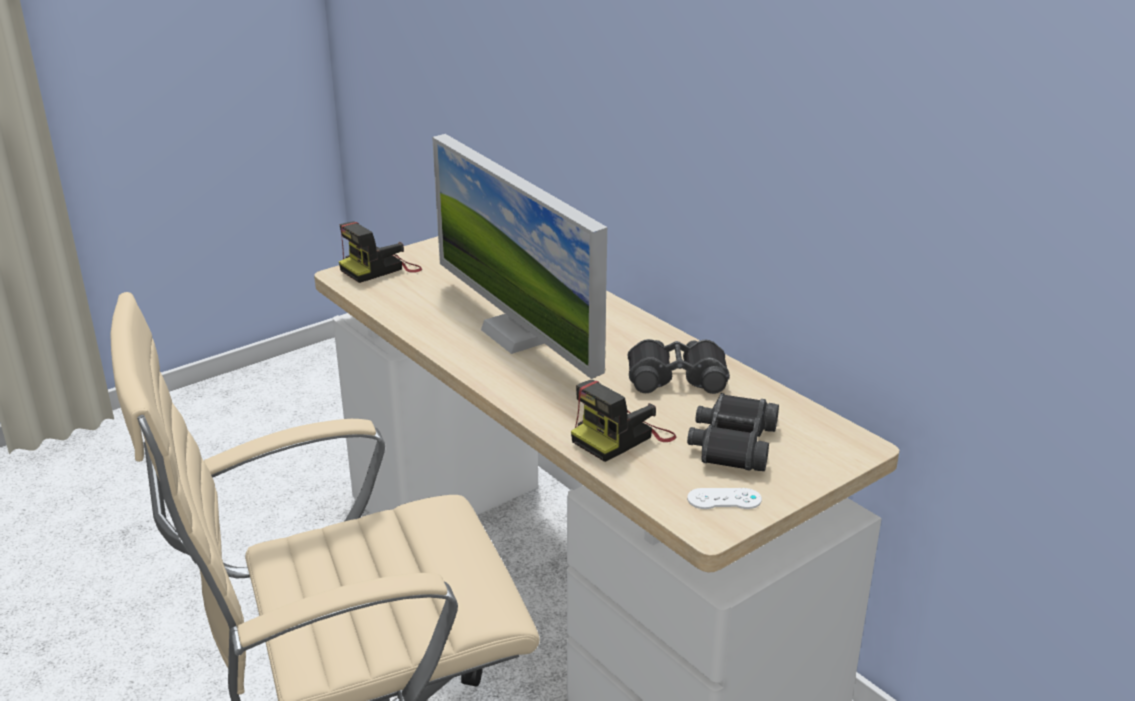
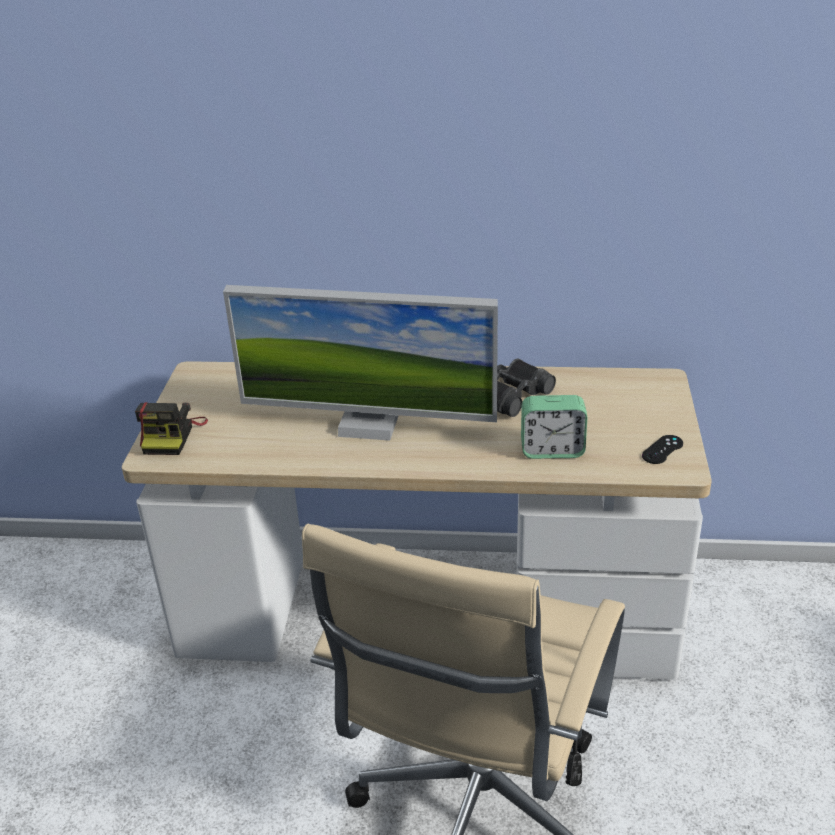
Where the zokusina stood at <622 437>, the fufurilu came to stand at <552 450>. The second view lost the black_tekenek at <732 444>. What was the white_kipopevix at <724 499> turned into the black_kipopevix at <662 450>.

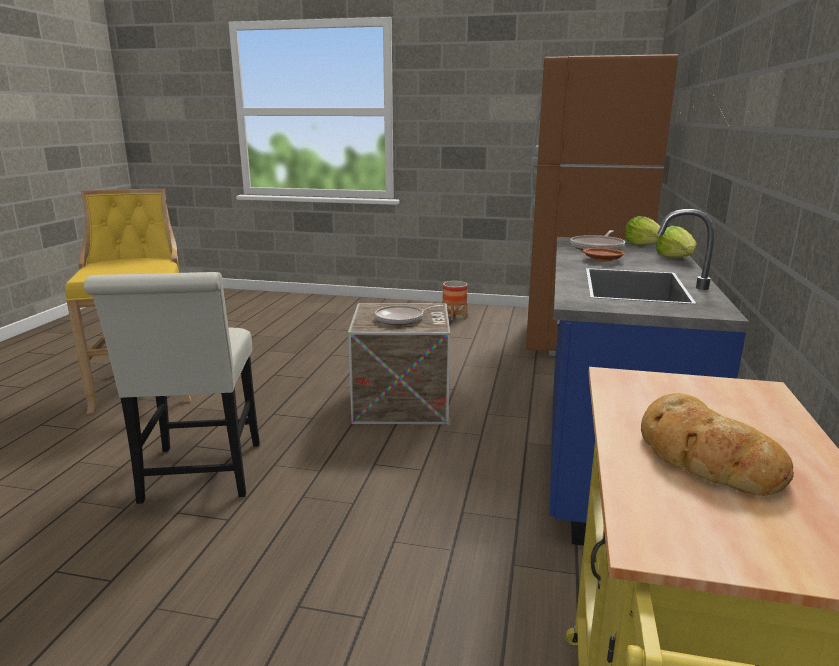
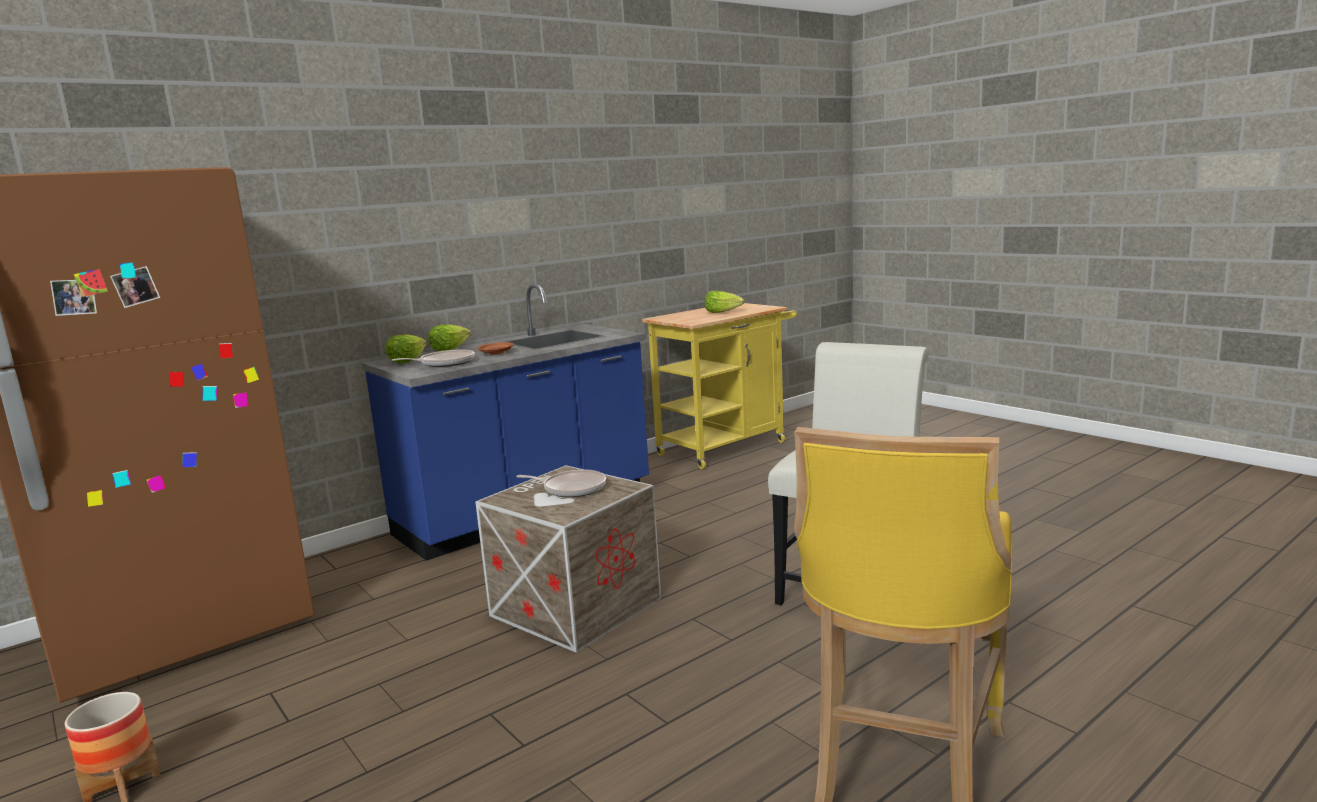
Where the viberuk stood at <703 455>, the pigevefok came to stand at <723 312>.

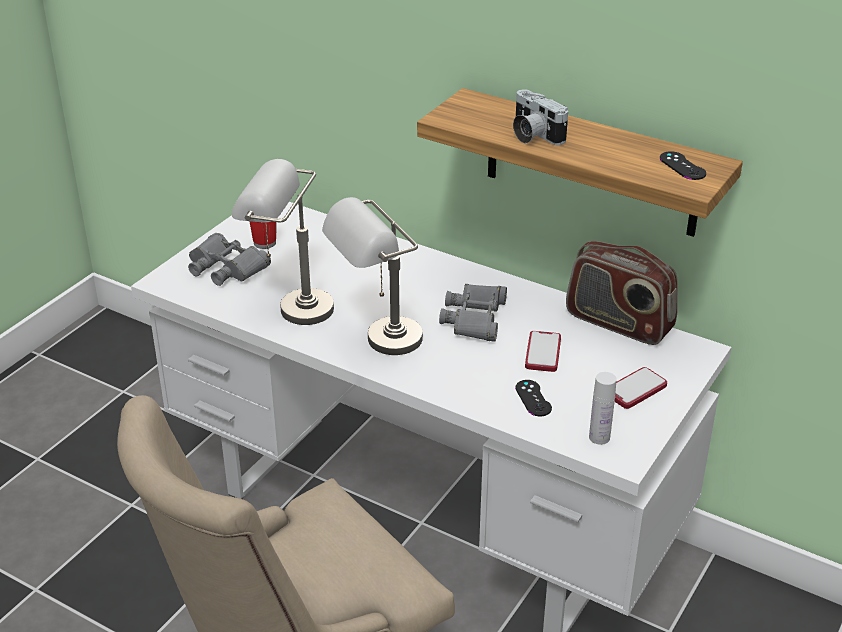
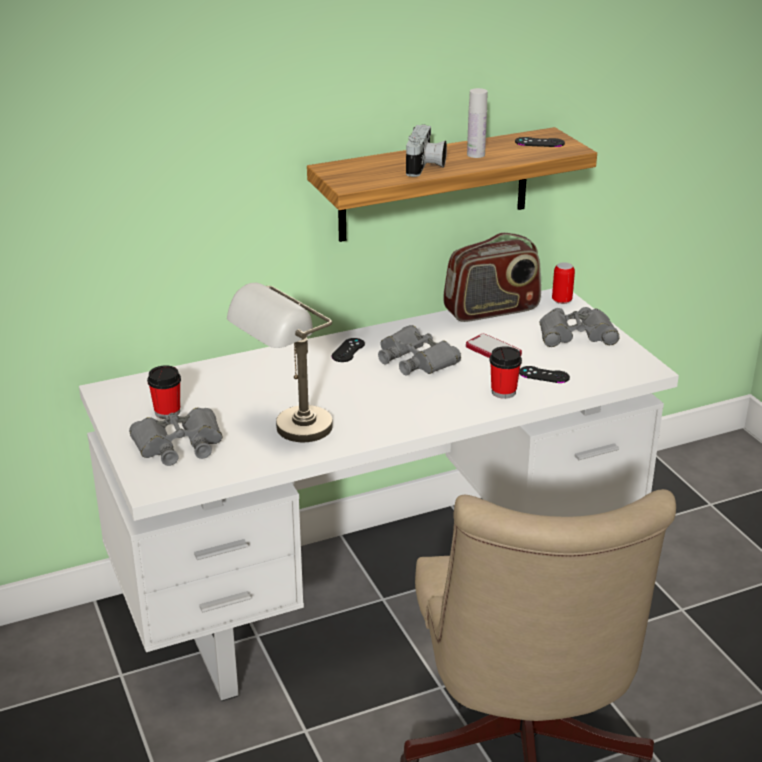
The zokusina at <533 135> ended up facing another way, 75 degrees counterclockwise from before. The second view lost the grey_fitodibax at <378 345>. Where the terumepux stood at <635 389>, the grey_tekenek came to stand at <576 335>. The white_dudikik ended up elsewhere, having gone from <599 437> to <476 154>. The second view gained the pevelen at <561 301>. The second view gained the black_kipopevix at <348 350>. The second view gained the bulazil at <503 392>.

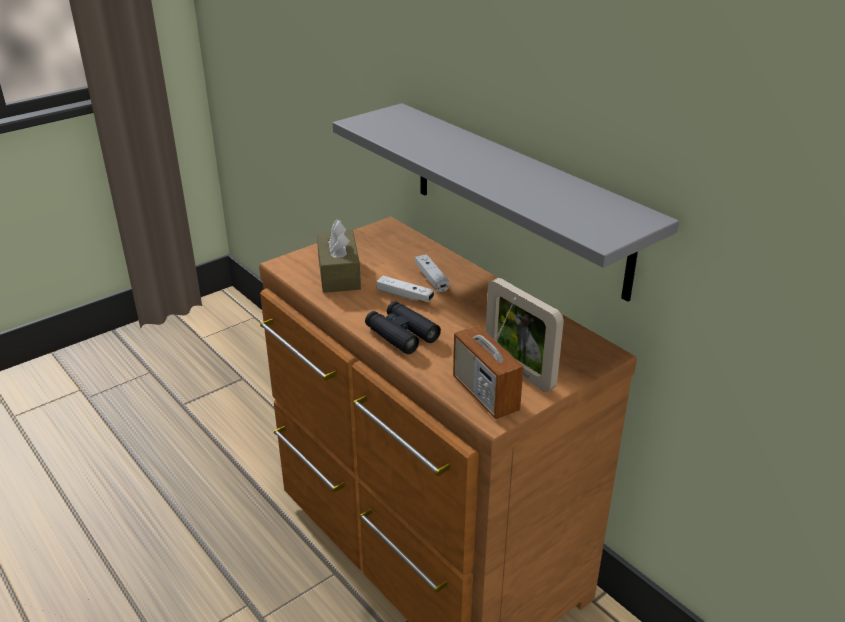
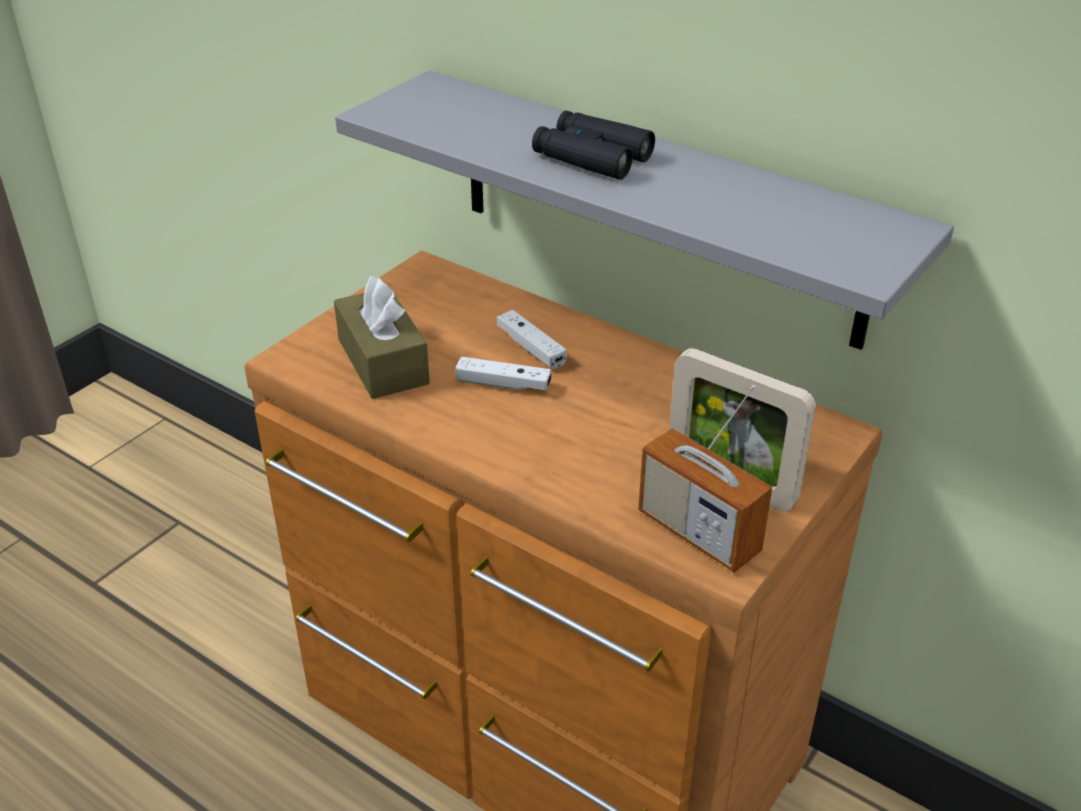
The black_tekenek ended up elsewhere, having gone from <401 334> to <592 157>.

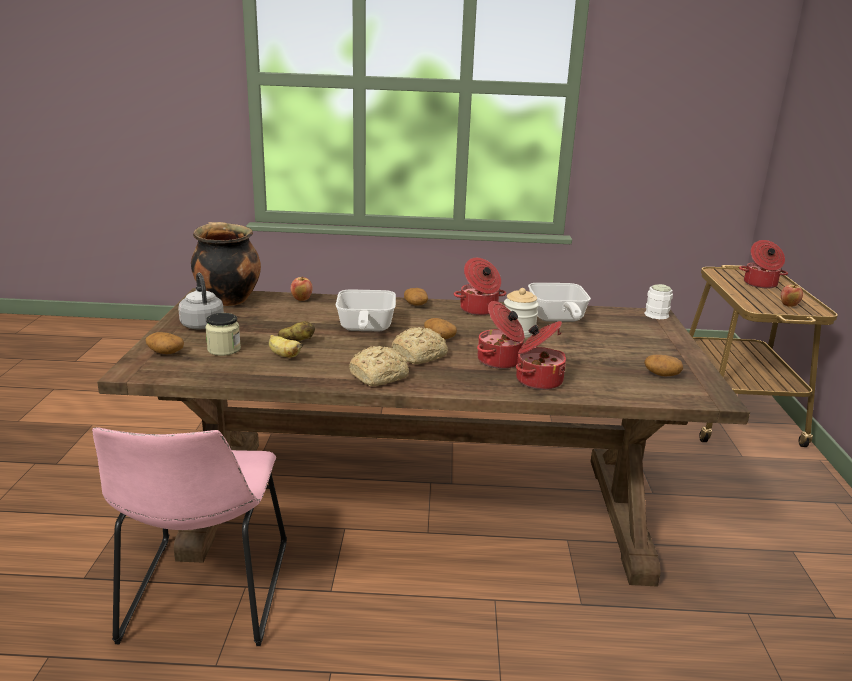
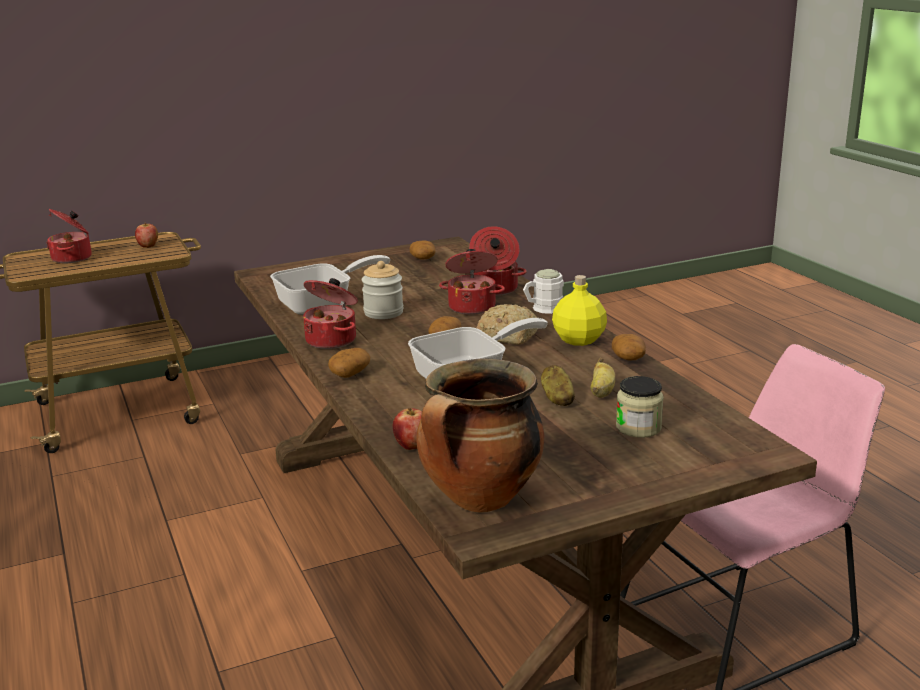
The second view lost the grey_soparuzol at <202 324>. The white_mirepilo ended up elsewhere, having gone from <655 313> to <542 309>. The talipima ended up elsewhere, having gone from <165 352> to <628 358>. Where the viberuk stood at <380 376>, the yellow_dudikik came to stand at <578 339>.

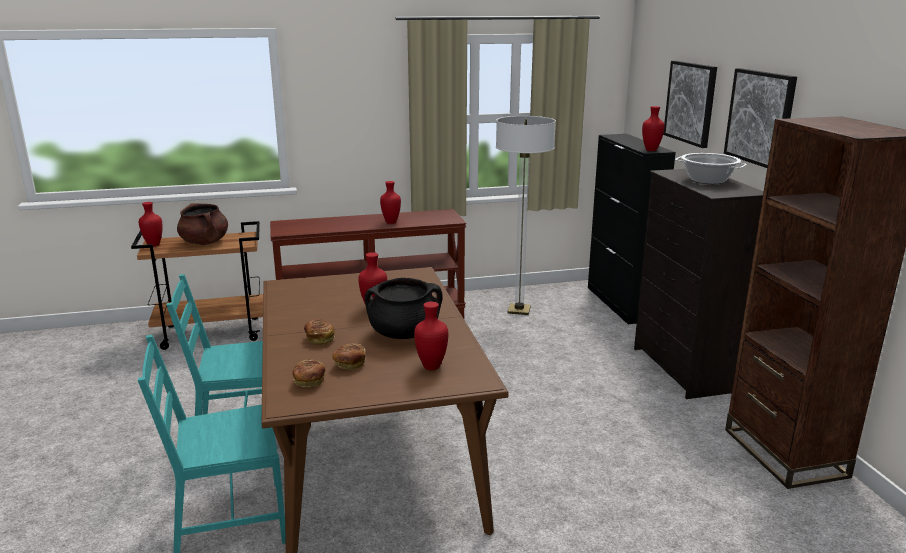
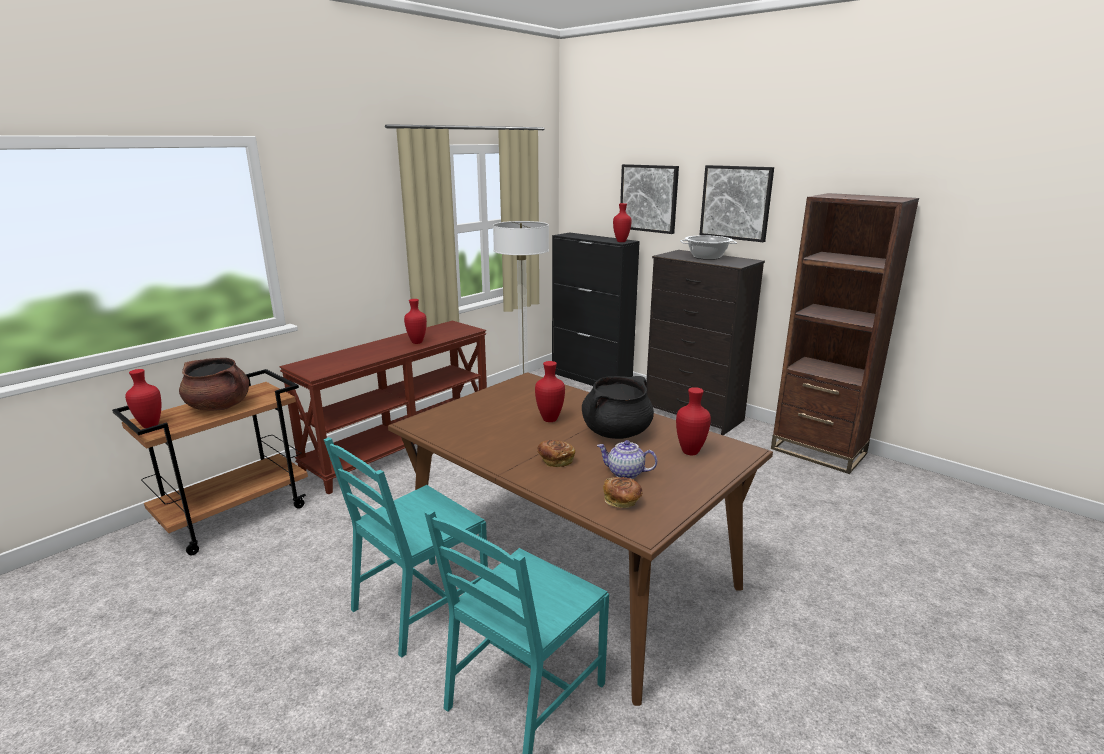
Where the viberuk stood at <349 364>, the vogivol came to stand at <625 473>.

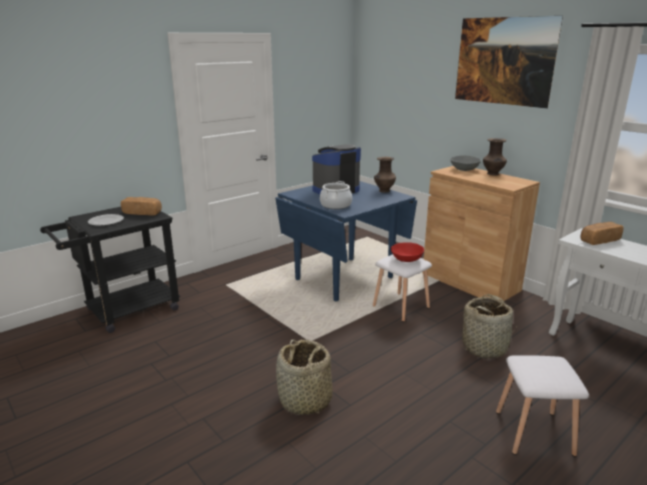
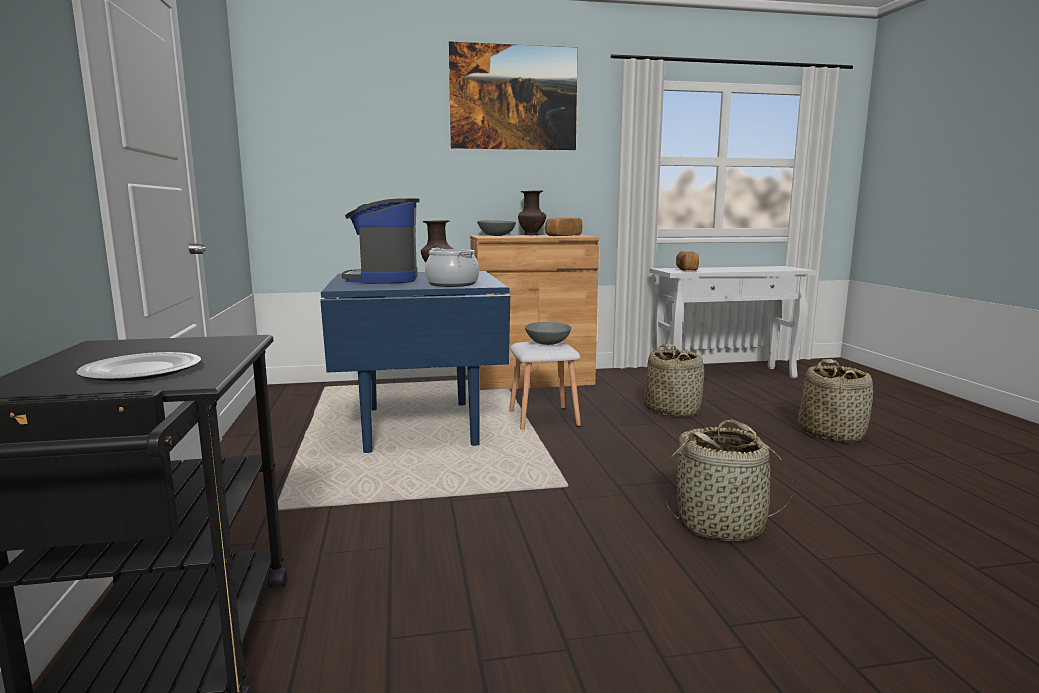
The viberuk ended up elsewhere, having gone from <142 213> to <562 236>. What was the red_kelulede at <406 259> turned into the grey_kelulede at <547 343>. Where the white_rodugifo stood at <535 433>, the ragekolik came to stand at <831 433>.

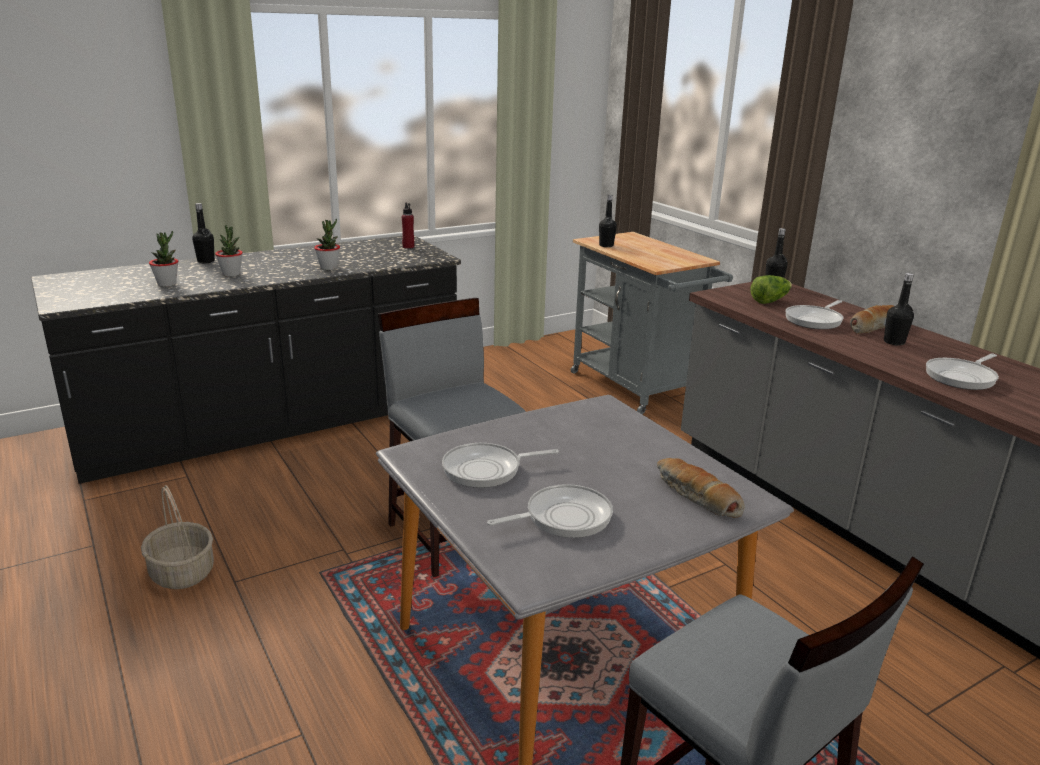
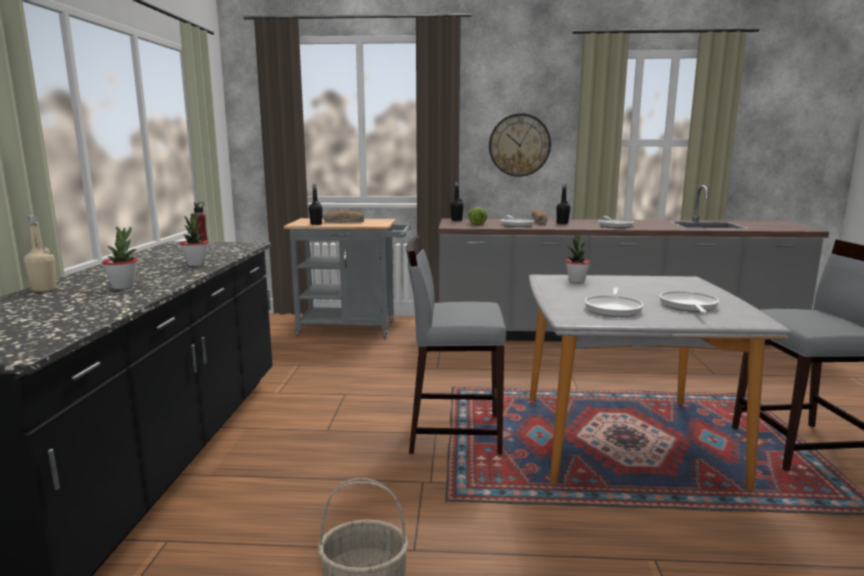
What was the black_dudikik at <206 261> turned into the beige_dudikik at <44 289>. The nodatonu ended up elsewhere, having gone from <167 284> to <576 281>. The viberuk ended up elsewhere, having gone from <696 497> to <343 222>. The second view gained the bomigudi at <519 145>.

